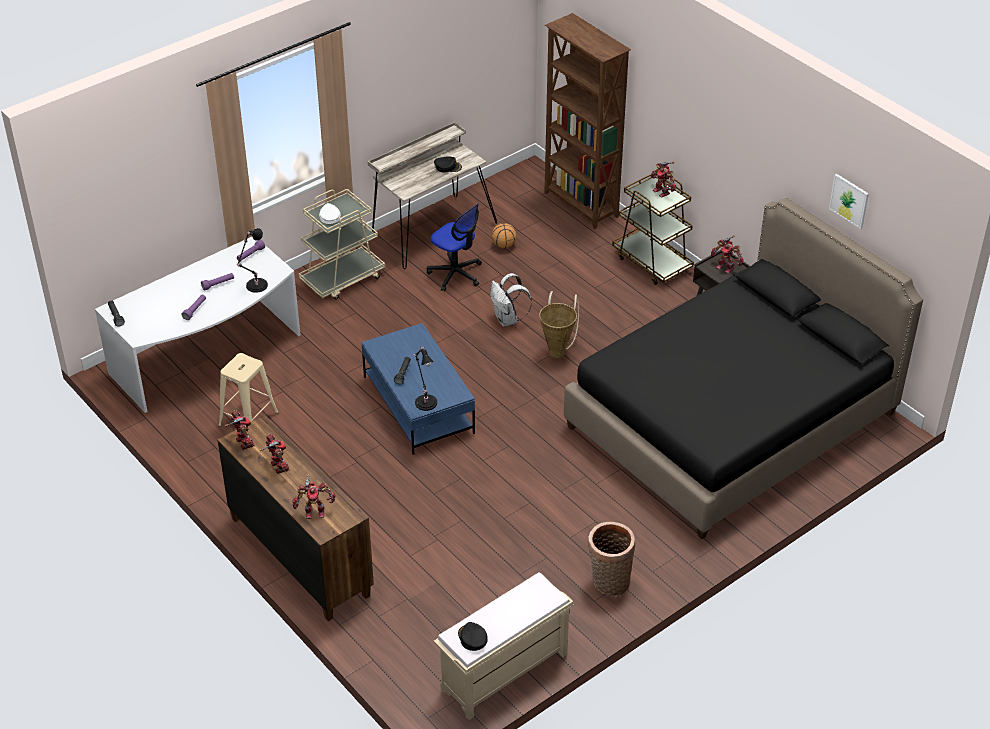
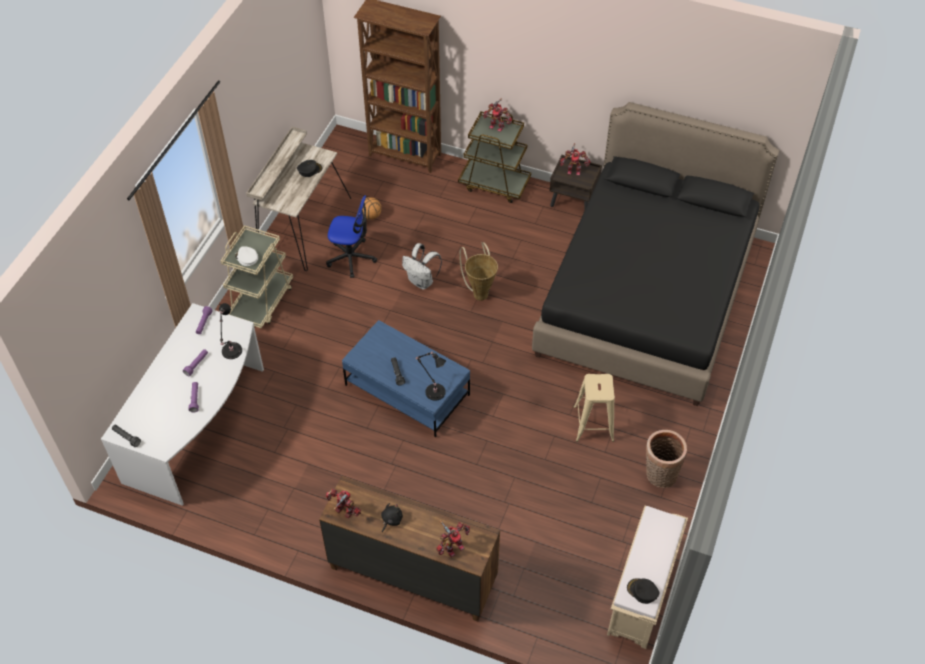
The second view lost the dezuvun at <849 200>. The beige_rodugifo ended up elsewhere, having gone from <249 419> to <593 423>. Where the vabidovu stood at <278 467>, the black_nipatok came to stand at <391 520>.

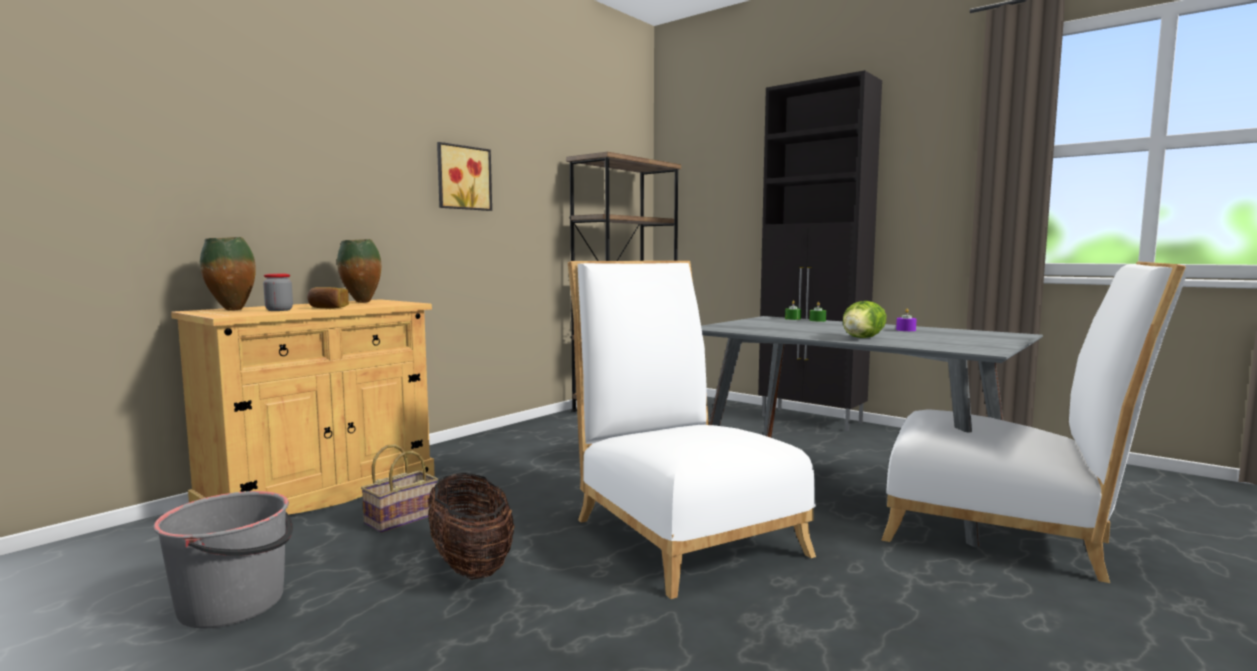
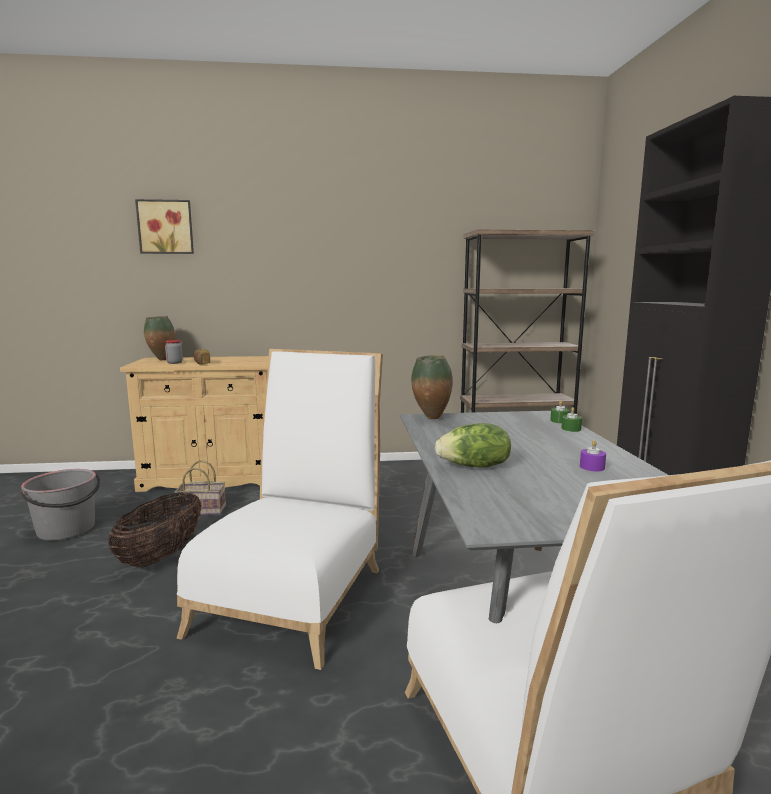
The dezuvun ended up elsewhere, having gone from <462 178> to <166 227>. The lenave ended up elsewhere, having gone from <361 302> to <431 418>.

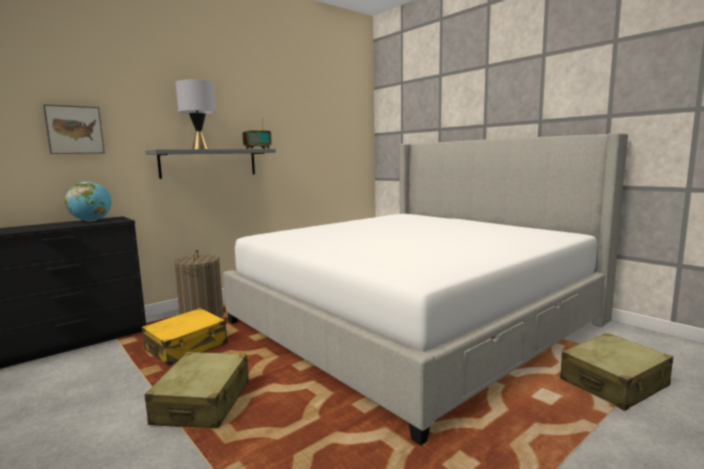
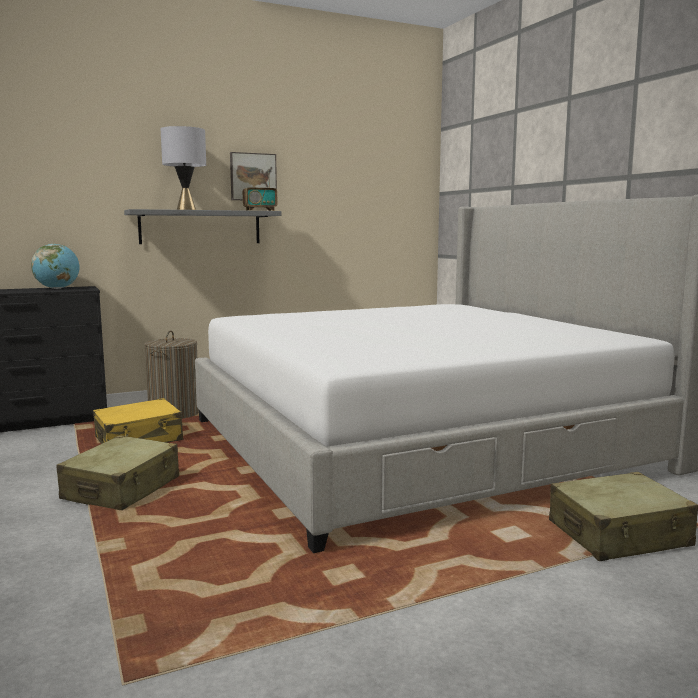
The dezuvun ended up elsewhere, having gone from <74 130> to <252 177>.

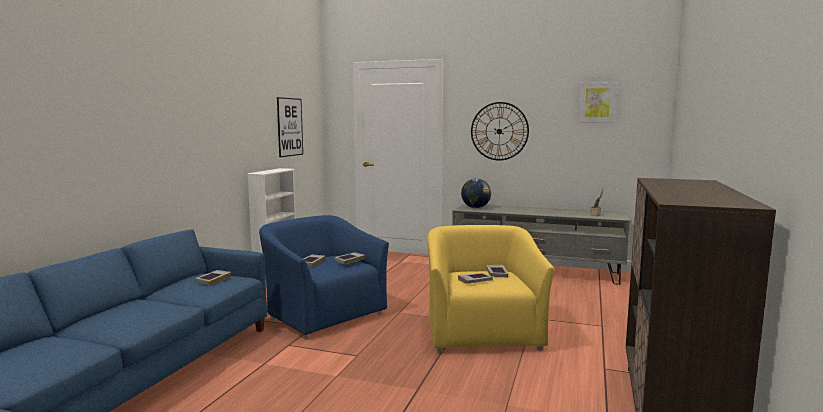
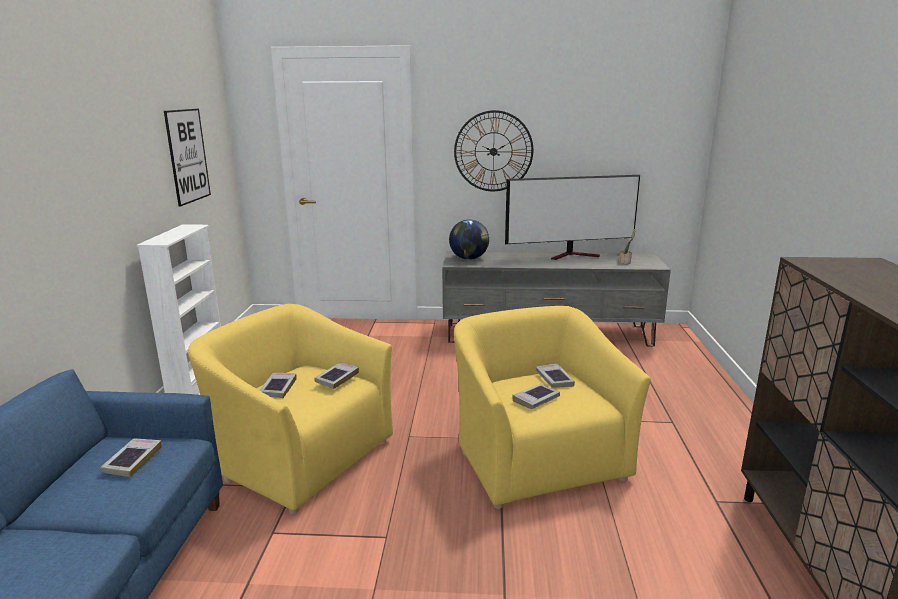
The second view lost the dezuvun at <597 102>. What was the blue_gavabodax at <323 314> turned into the yellow_gavabodax at <301 456>. The second view gained the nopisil at <573 255>.

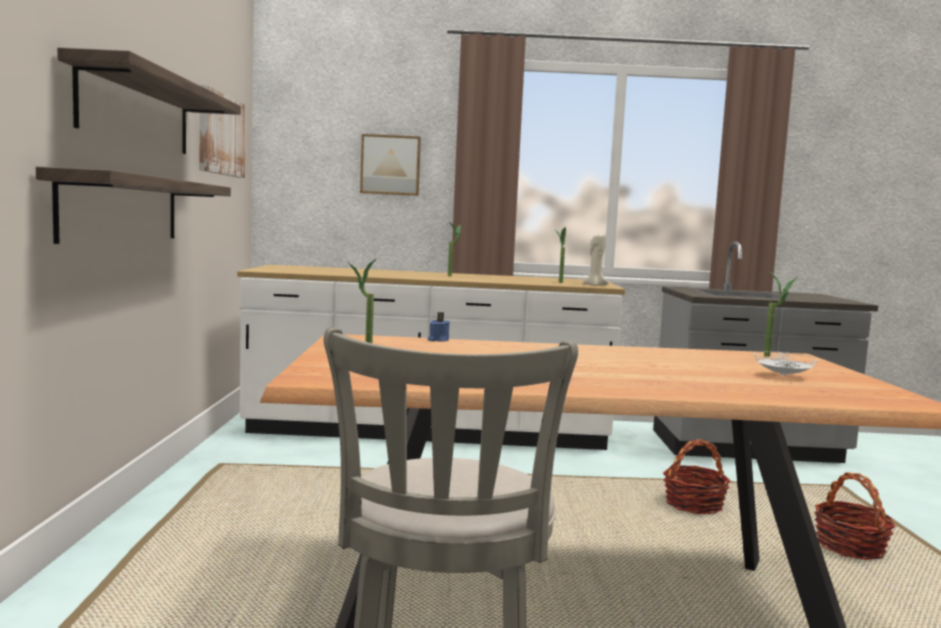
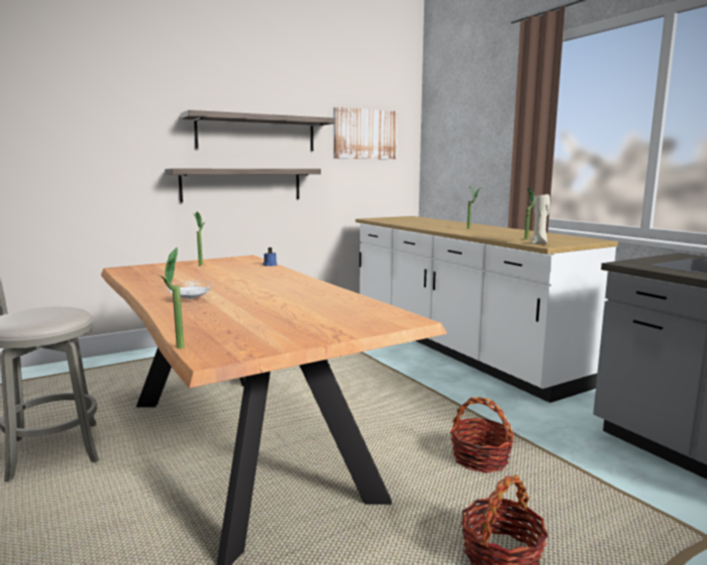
The second view lost the dezuvun at <390 165>. The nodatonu ended up elsewhere, having gone from <774 357> to <178 350>. The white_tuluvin ended up elsewhere, having gone from <783 376> to <190 299>.

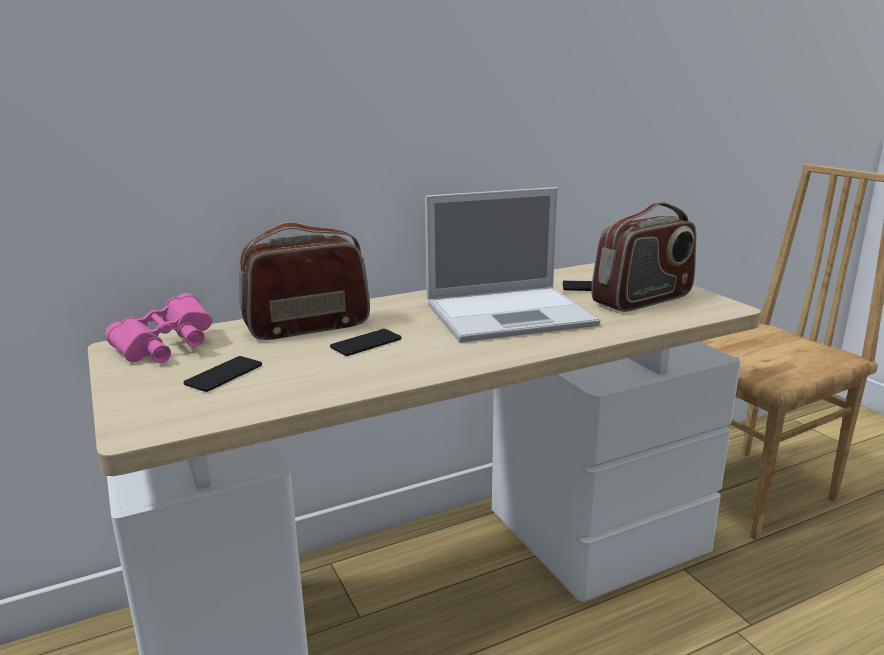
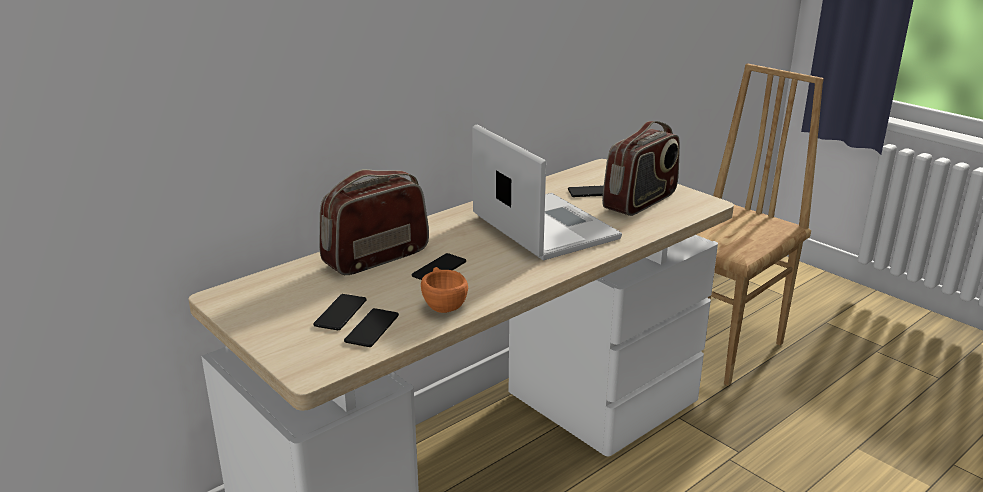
The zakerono at <512 314> ended up facing another way, 90 degrees counterclockwise from before. The second view lost the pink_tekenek at <166 349>. The second view gained the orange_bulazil at <443 304>. The second view gained the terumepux at <372 328>.

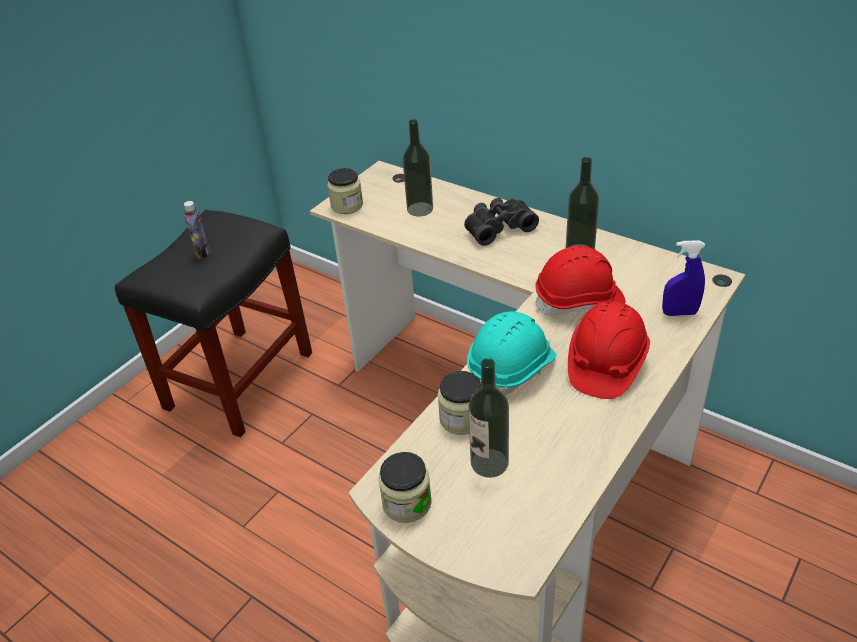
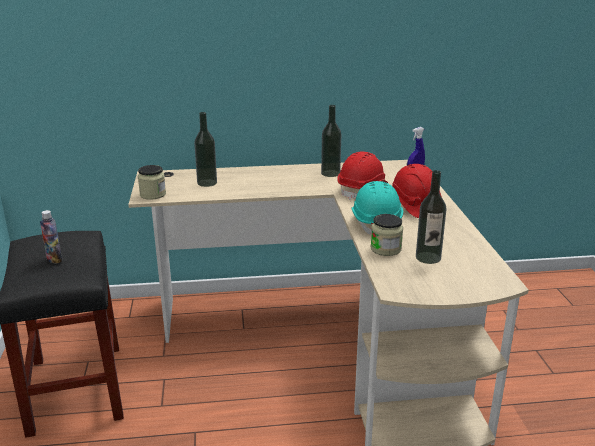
The second view lost the black_tekenek at <498 227>. The second view lost the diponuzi at <406 503>.

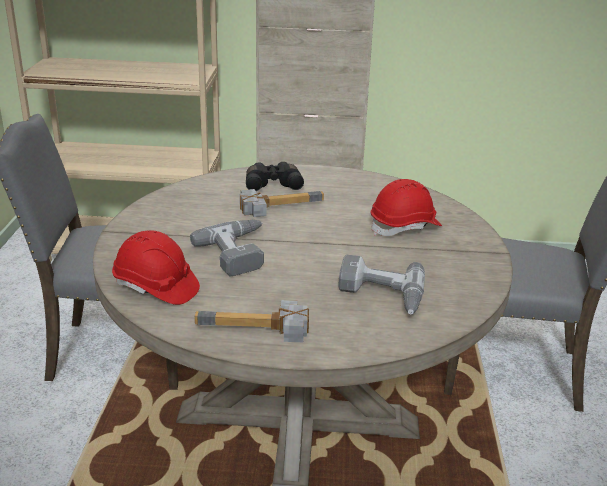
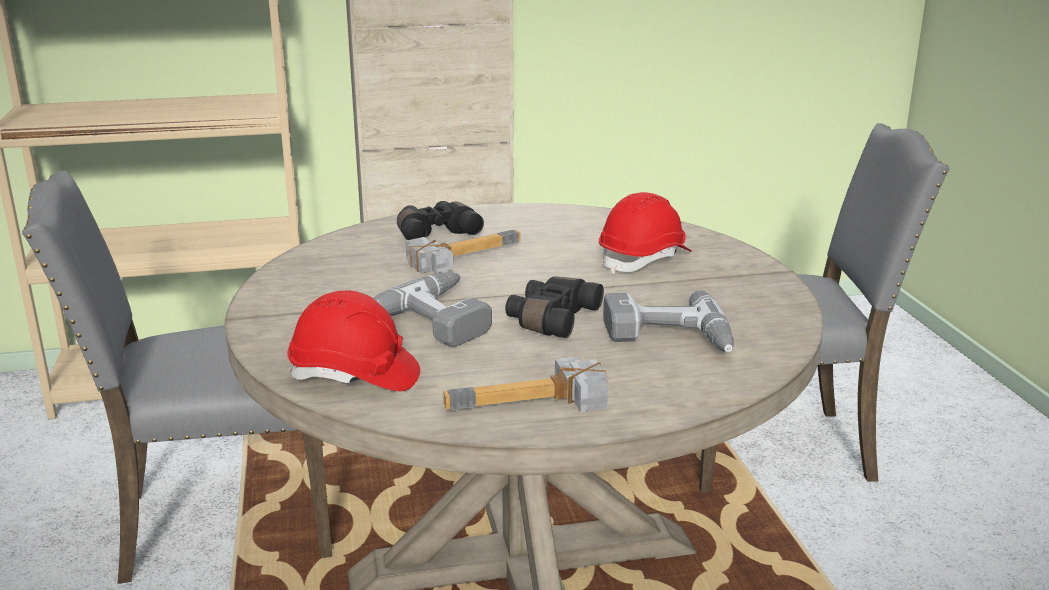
The second view gained the black_tekenek at <550 319>.

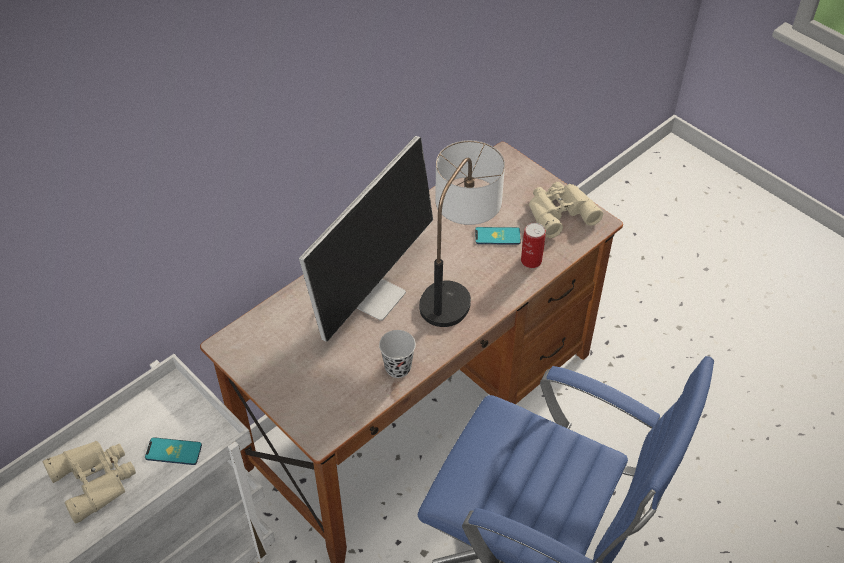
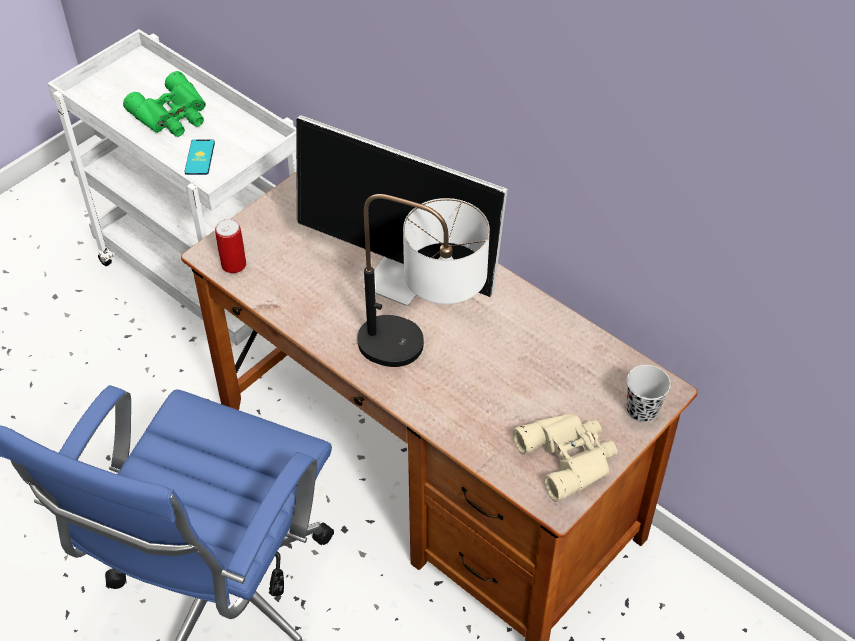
The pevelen ended up elsewhere, having gone from <531 260> to <233 265>. The second view lost the terumepux at <497 236>. The black_bulazil ended up elsewhere, having gone from <398 368> to <642 410>. What was the beige_tekenek at <96 479> turned into the green_tekenek at <172 115>.

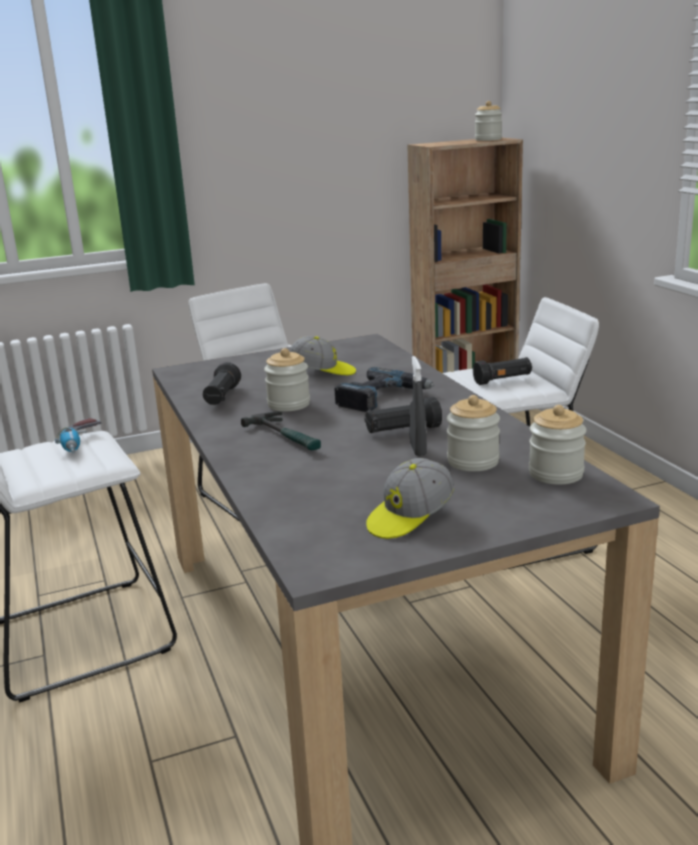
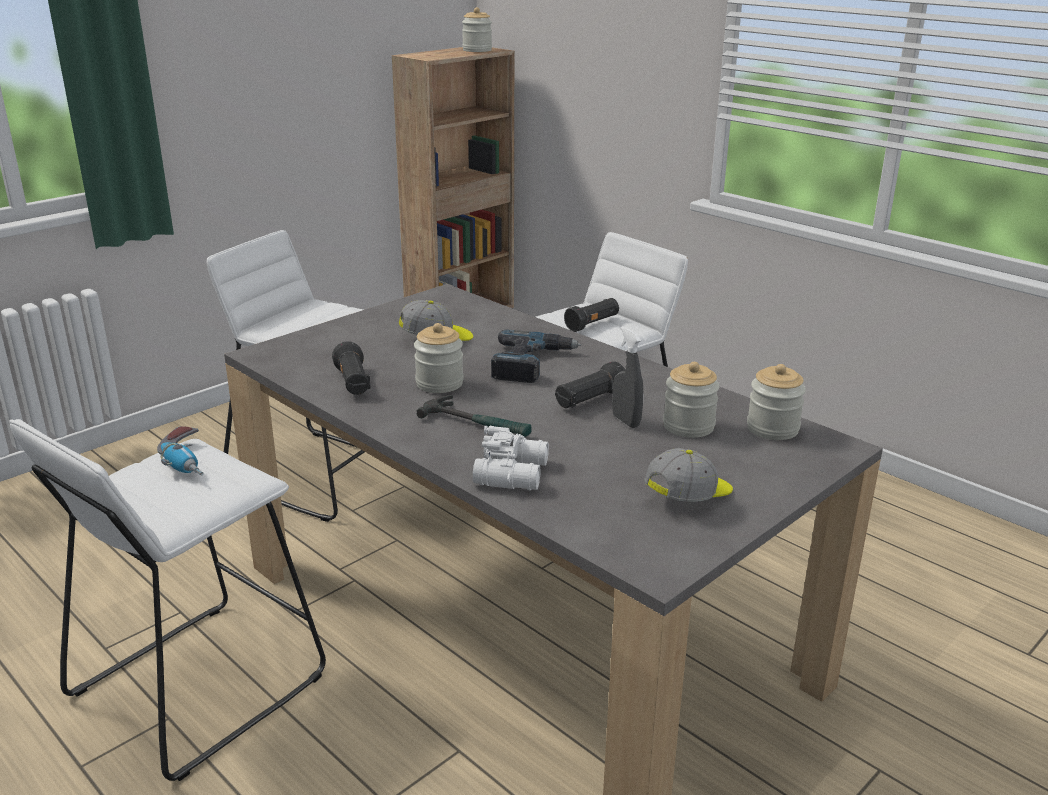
The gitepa at <409 517> ended up facing another way, 150 degrees counterclockwise from before. The second view gained the white_tekenek at <514 473>.

